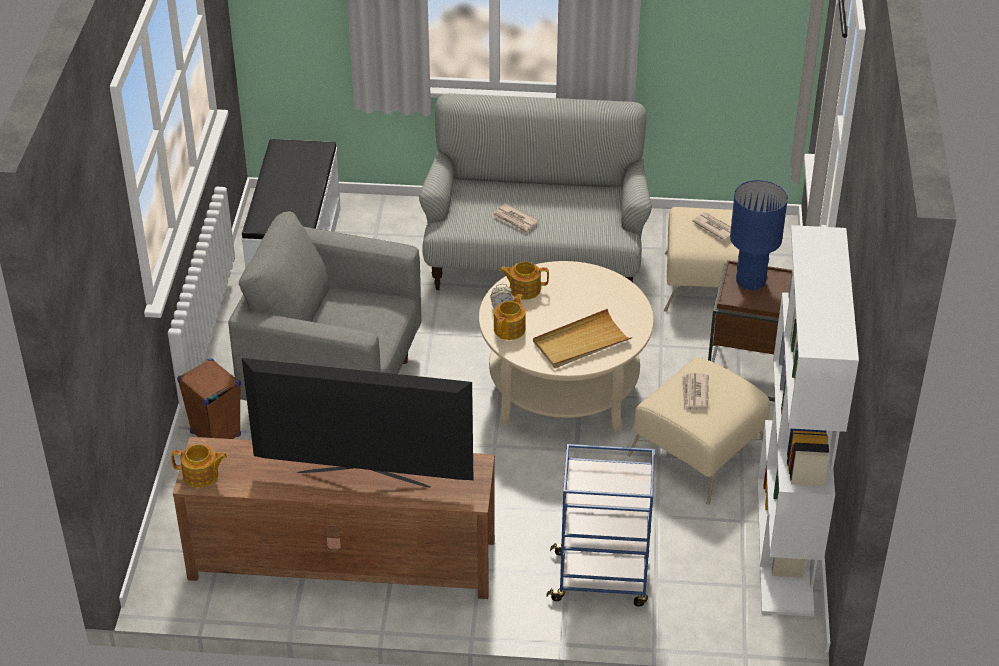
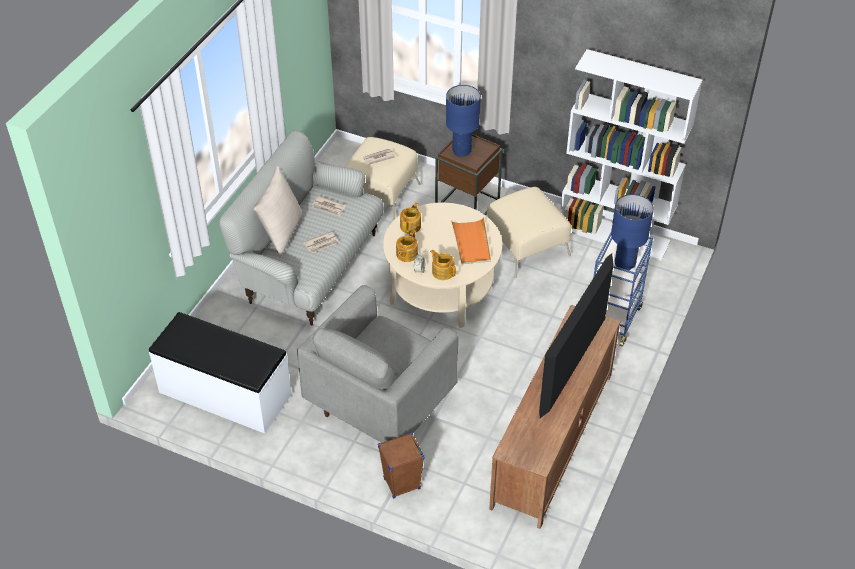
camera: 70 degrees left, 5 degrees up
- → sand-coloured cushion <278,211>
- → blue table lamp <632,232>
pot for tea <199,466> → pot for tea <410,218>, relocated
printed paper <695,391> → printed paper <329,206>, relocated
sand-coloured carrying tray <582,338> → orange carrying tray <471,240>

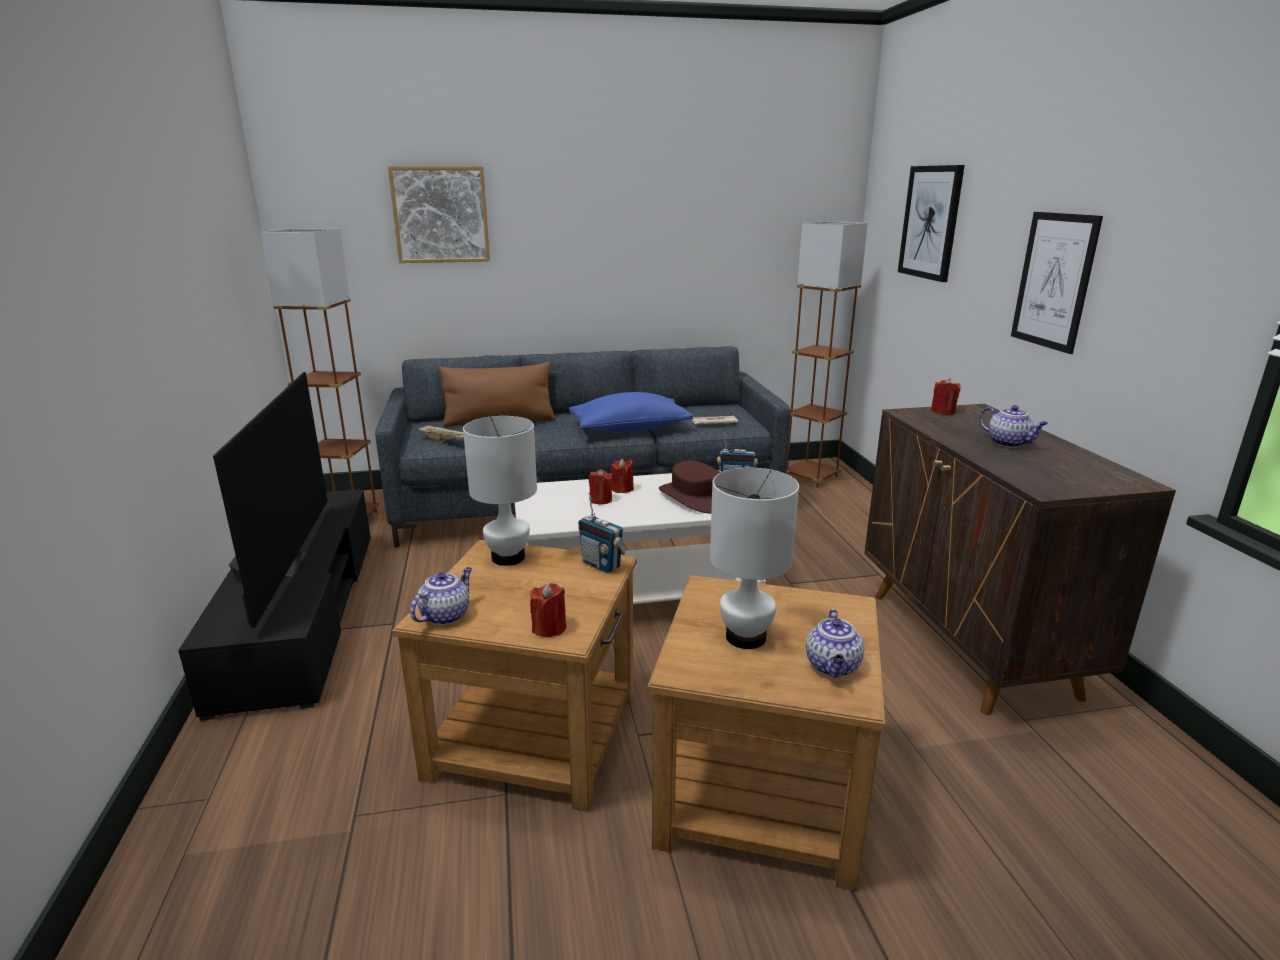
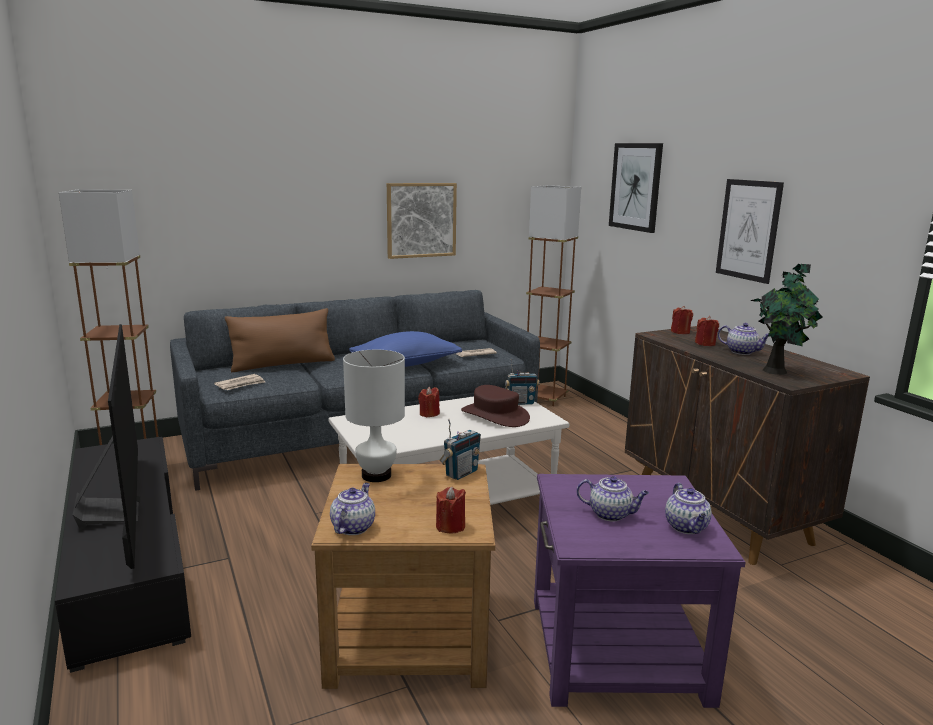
camera: 15 degrees left, 5 degrees down
- → houseplant <787,319>
picture <439,214> → picture <422,221>, relocated
reddish wax candle <600,486> → reddish wax candle <707,331>, relocated
sand-coloured carrying tray <441,433> → printed paper <239,382>
whitish table lamp <754,558> → pot for tea <613,499>
brown-coloured end table <766,733> → purple-coloured end table <640,591>
radio receiver <603,533> → radio receiver <460,449>, 75 degrees counterclockwise

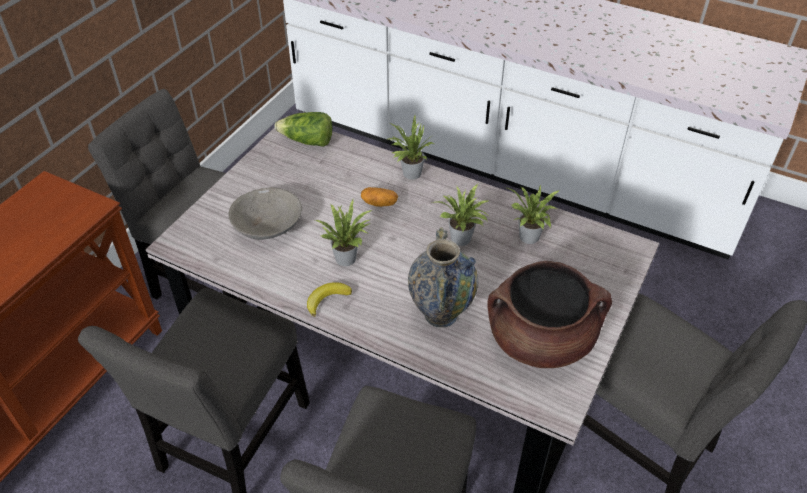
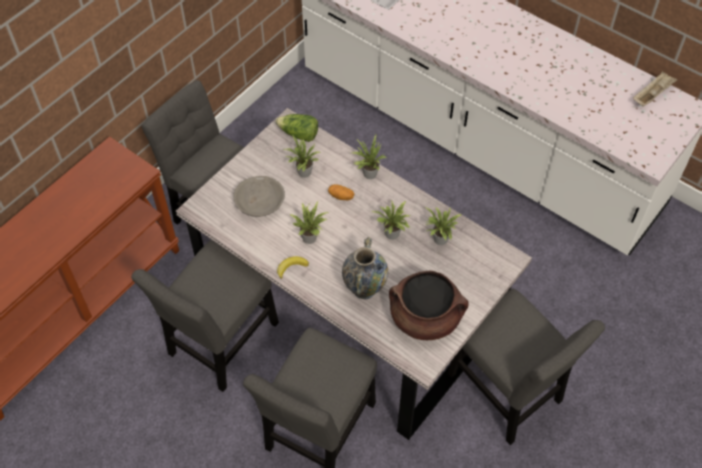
camera: 10 degrees right, 10 degrees up
- → houseplant <301,156>
- → sand-coloured carrying tray <655,89>

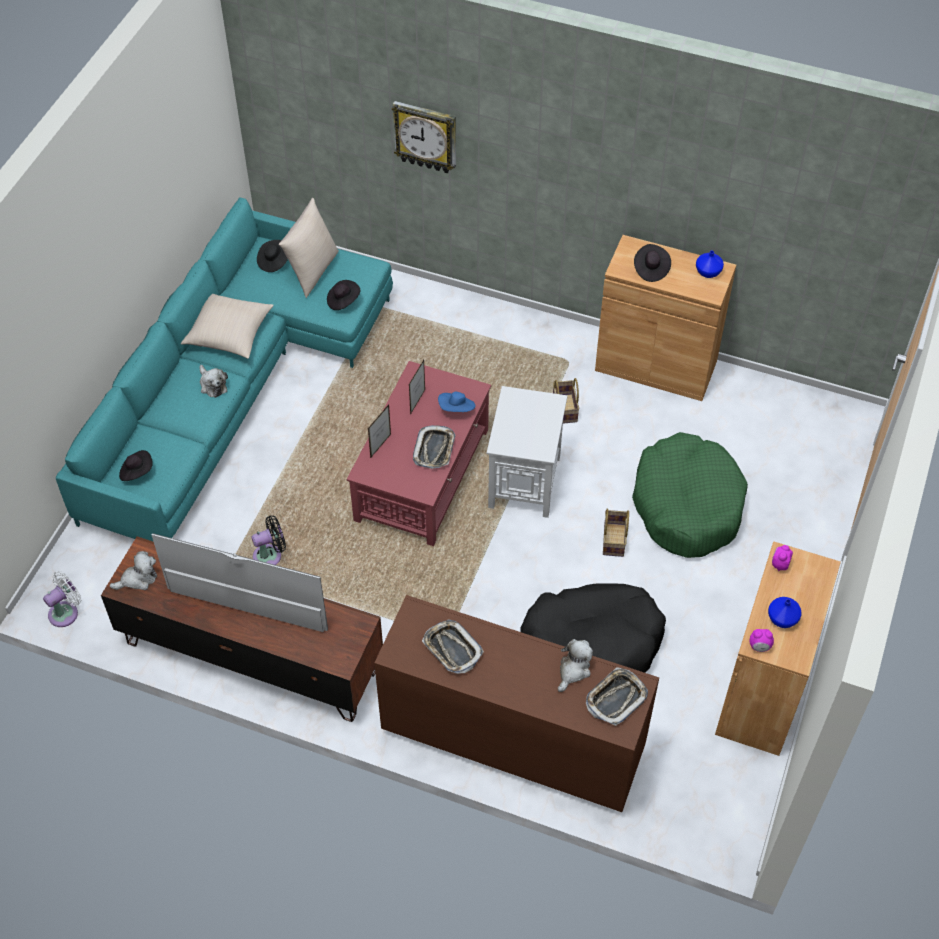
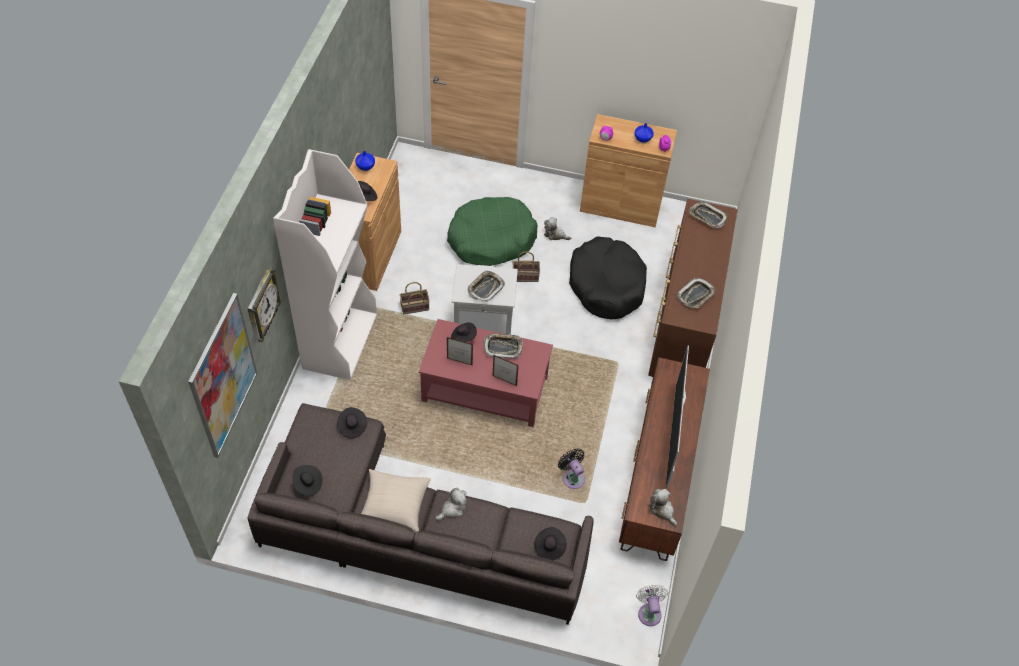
camera: 100 degrees left, 0 degrees up
sand-coloured cushion <309,248> → -
- → picture <222,375>
- → whitish shelving unit <325,264>
- → carrying tray <486,286>
cuddly toy <575,665> → cuddly toy <557,228>, relocated
turquoise-coloured couch <224,369> → grey couch <420,514>
blue hat <456,402> → blackish hat <464,332>
whitish electric fan <62,599> → whitish electric fan <652,605>, 45 degrees clockwise

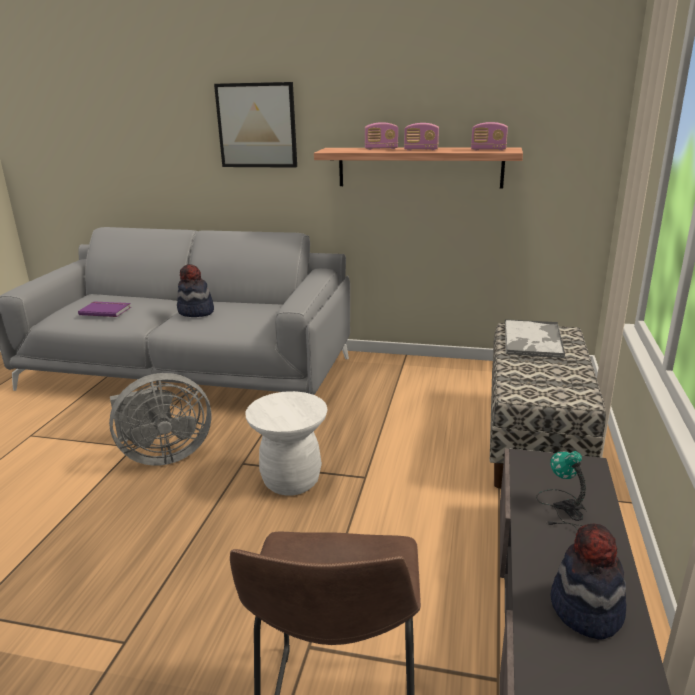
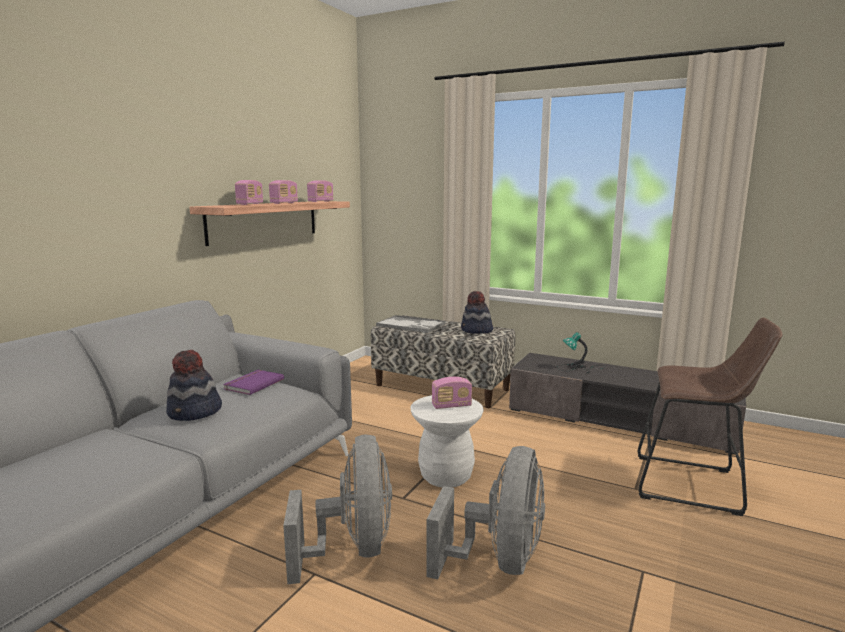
camera: 75 degrees left, 10 degrees down
picture <255,125> → -
- → grey electric fan <485,512>
- → radio receiver <452,393>
purple-coloured volume <104,309> → purple-coloured volume <253,382>, relocated
hat <588,582> → hat <477,312>, relocated

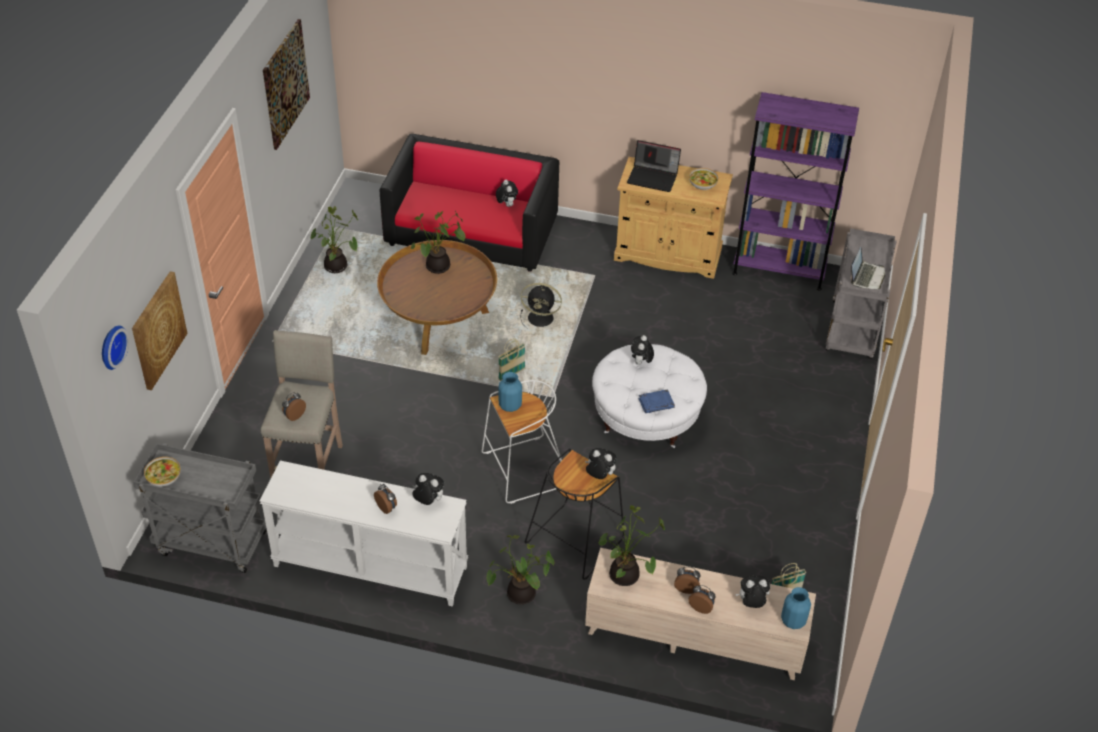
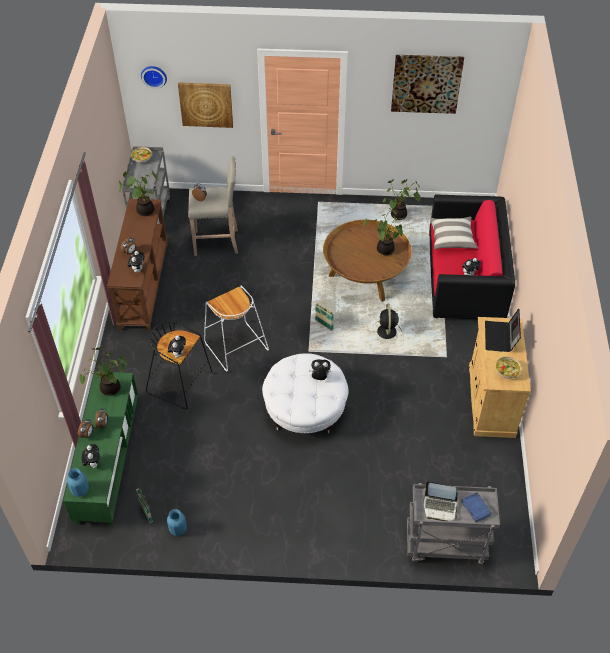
camera: 80 degrees right, 5 degrees up
purple-coloured shelving unit <795,191> → -
- → cushion <453,233>
houseplant <520,570> → houseplant <138,193>, relocated
blue vase <510,392> → blue vase <177,522>, relocated
blue volume <657,401> → blue volume <476,507>, relocated
whitish console table <364,533> → brown-coloured console table <137,265>
sand-coloured tv unit <700,614> → green-coloured tv unit <100,449>

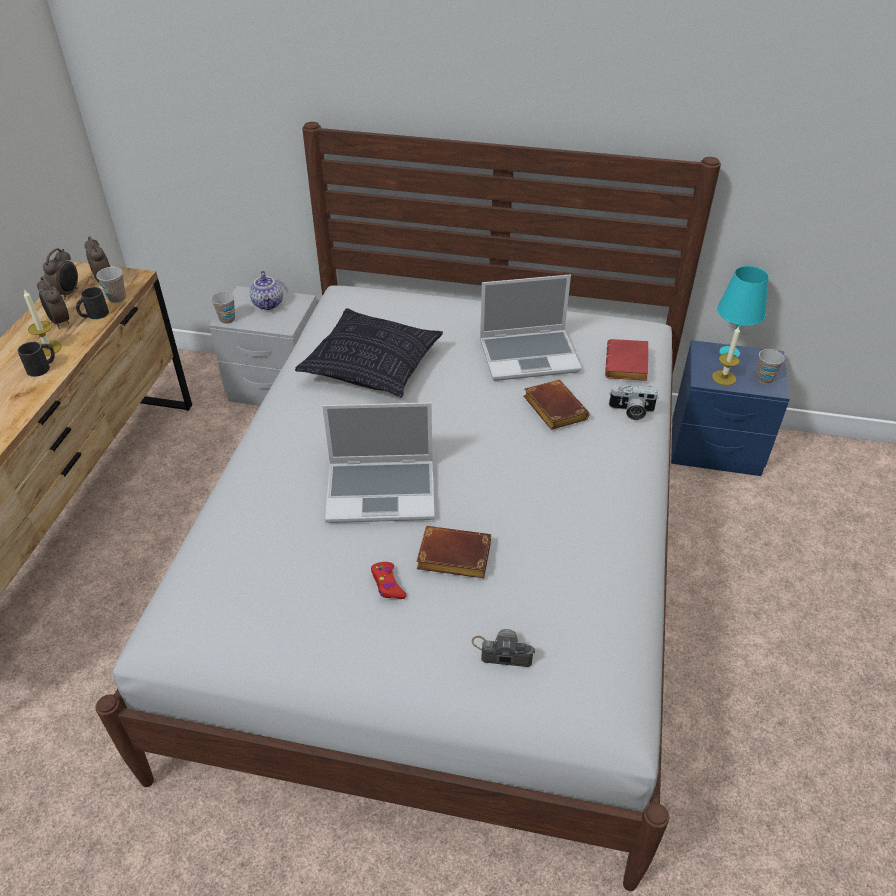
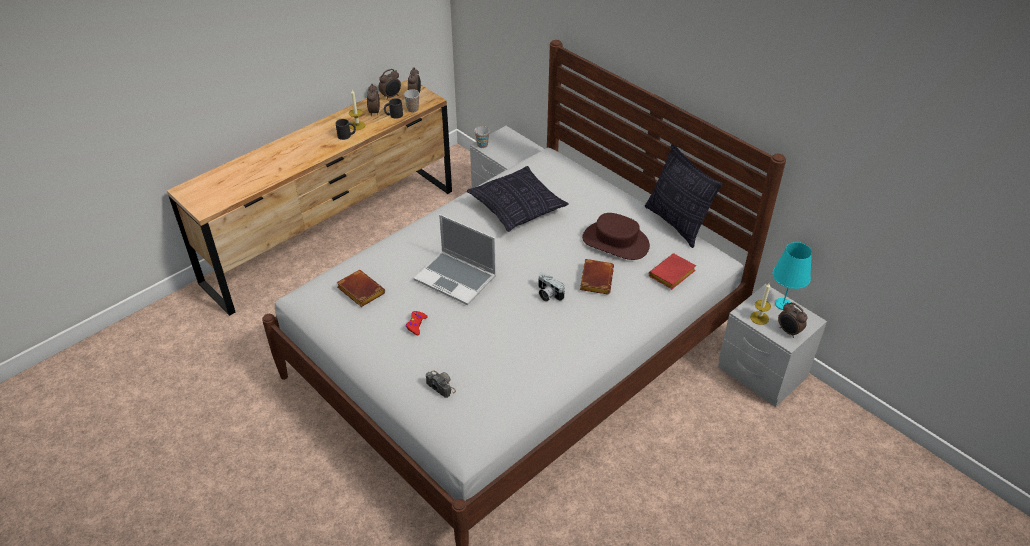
camera: 35 degrees right, 0 degrees up
pot for tea <266,290> → -
- → cushion <684,196>
brown-coloured volume <454,552> → brown-coloured volume <360,288>, relocated
still camera <634,402> → still camera <551,287>, relocated
portable computer <531,328> → brown-coloured hat <616,236>
cup <770,366> → table clock <792,320>
blue nightstand <730,408> → grey nightstand <772,345>

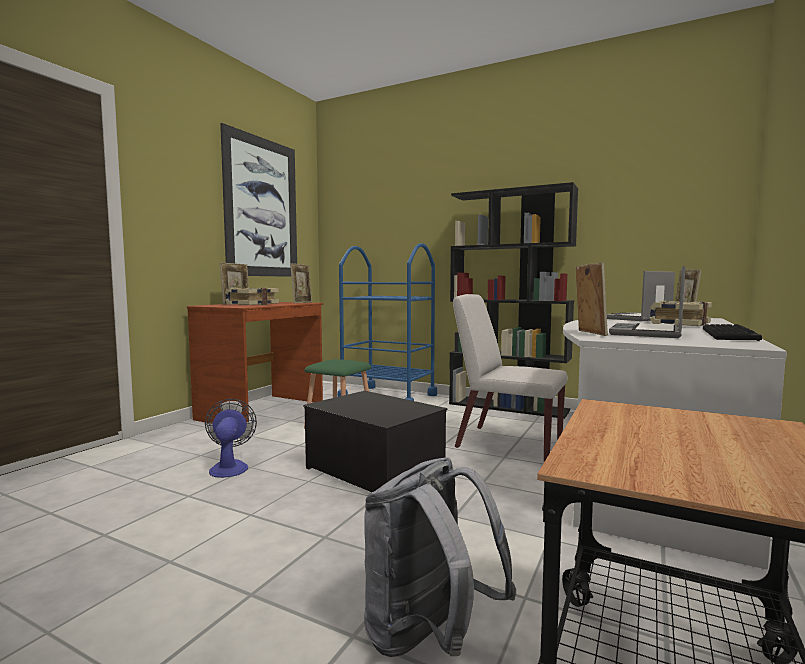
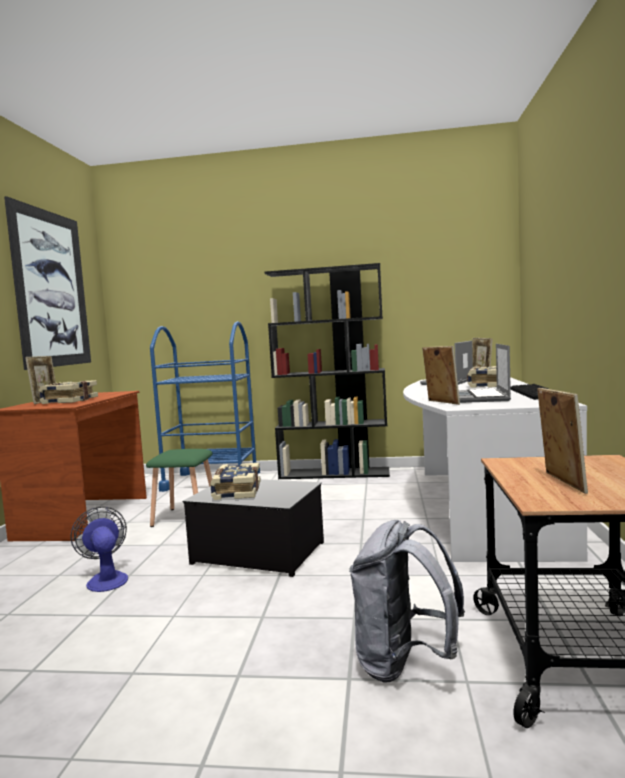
camera: 20 degrees left, 0 degrees up
whitish upright chair <510,378> → -
- → volume <235,481>
picture frame <301,283> → picture frame <562,441>, relocated

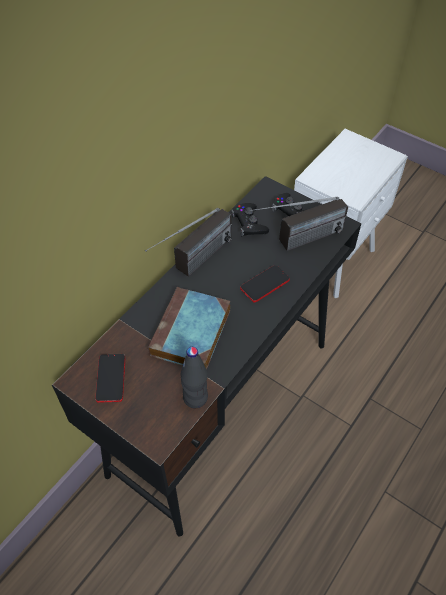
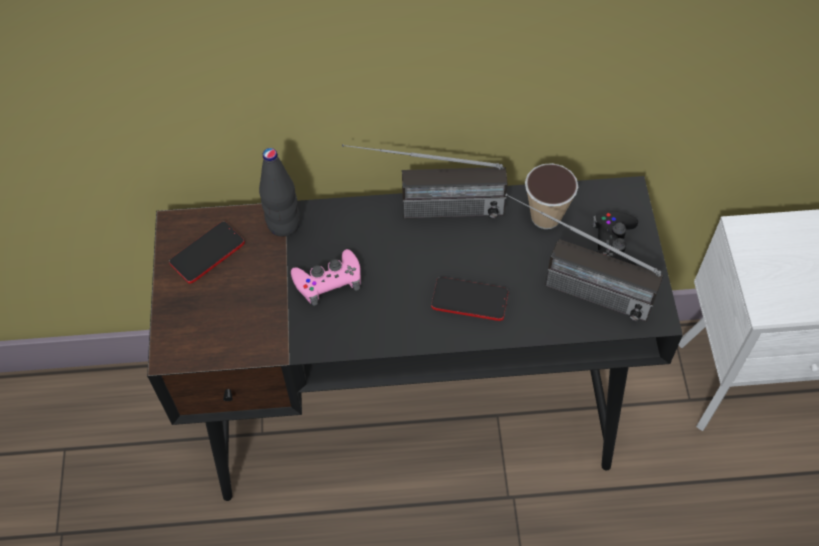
camera: 50 degrees right, 5 degrees up
blackish beverage bottle <194,377> → blackish beverage bottle <279,192>, relocated
volume <189,328> → pink-coloured joypad <326,277>
blackish joypad <250,219> → cup <551,196>

